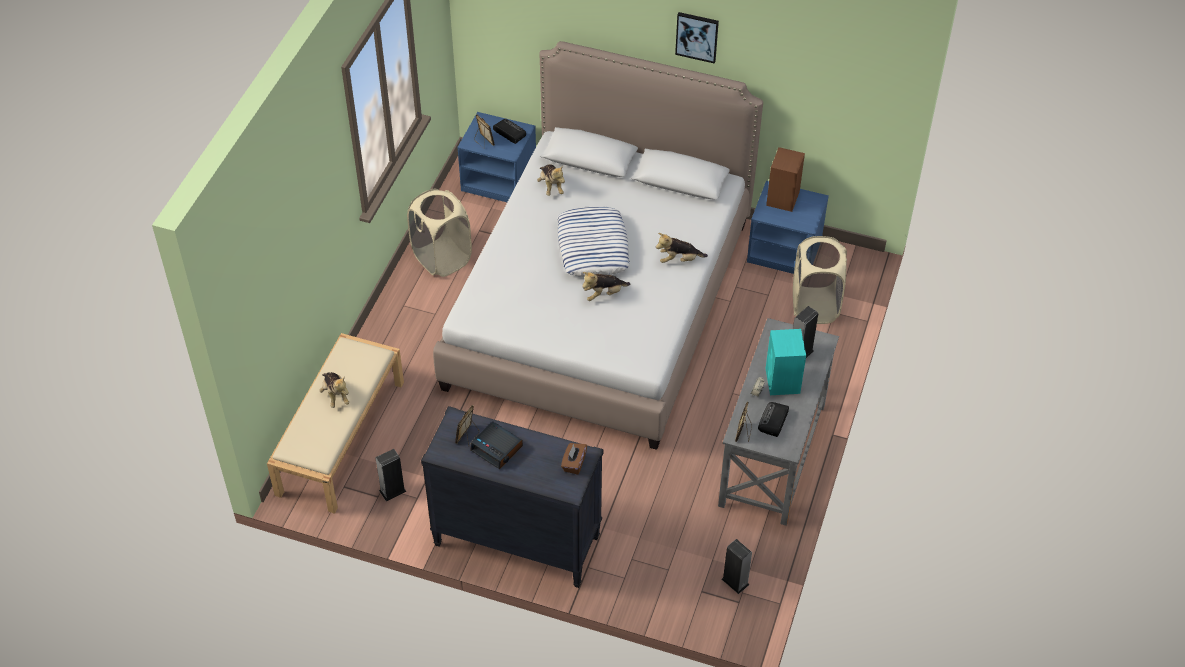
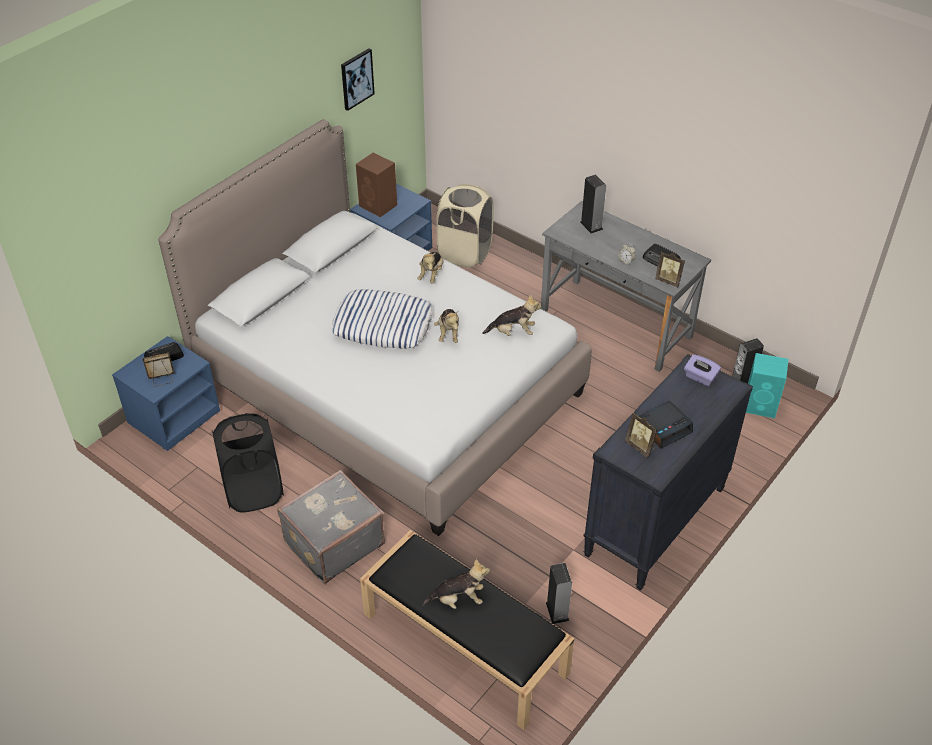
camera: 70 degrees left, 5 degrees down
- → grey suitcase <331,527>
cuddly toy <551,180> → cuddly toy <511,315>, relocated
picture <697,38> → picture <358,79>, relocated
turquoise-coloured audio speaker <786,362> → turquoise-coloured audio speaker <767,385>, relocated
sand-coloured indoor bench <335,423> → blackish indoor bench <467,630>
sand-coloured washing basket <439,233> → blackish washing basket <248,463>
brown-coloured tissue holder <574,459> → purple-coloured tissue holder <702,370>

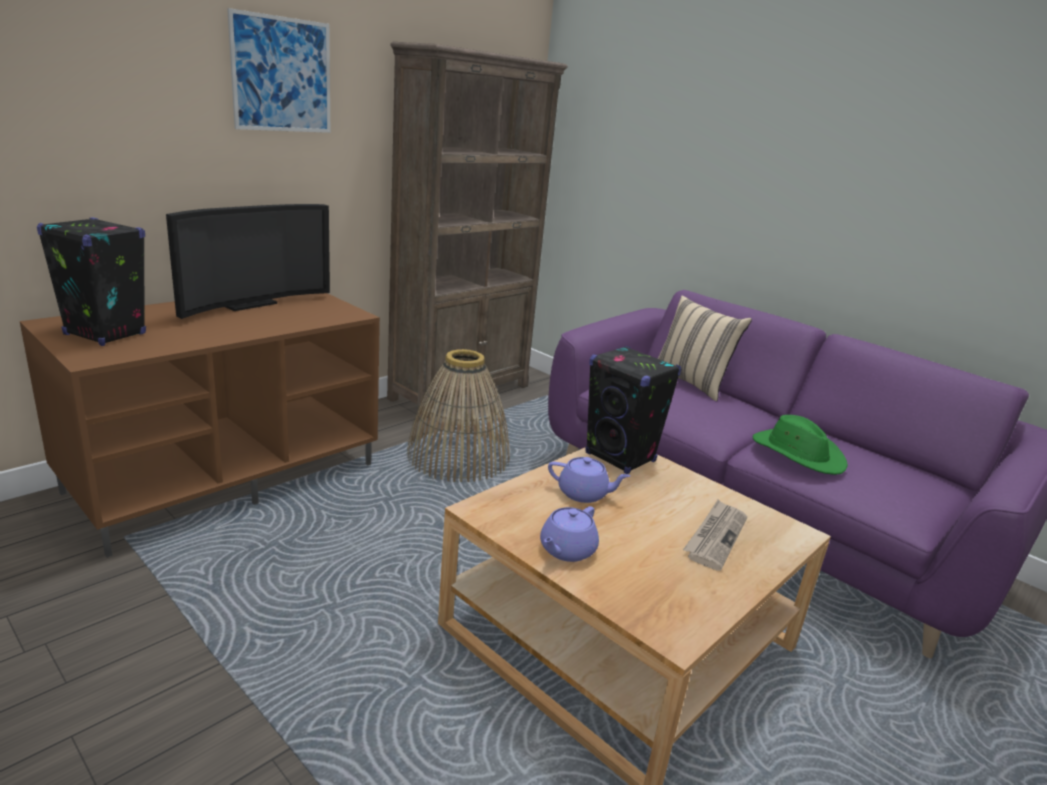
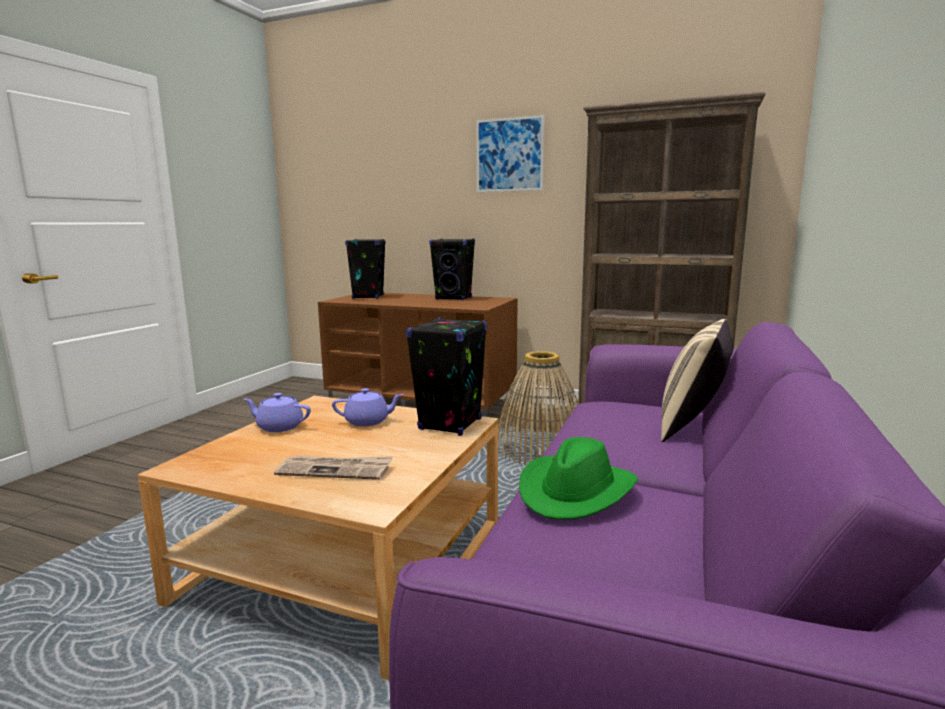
camera: 70 degrees right, 10 degrees down
TV set <248,261> → blackish audio speaker <452,269>
purple-coloured pot for tea <589,480> → purple-coloured pot for tea <368,407>, 90 degrees counterclockwise

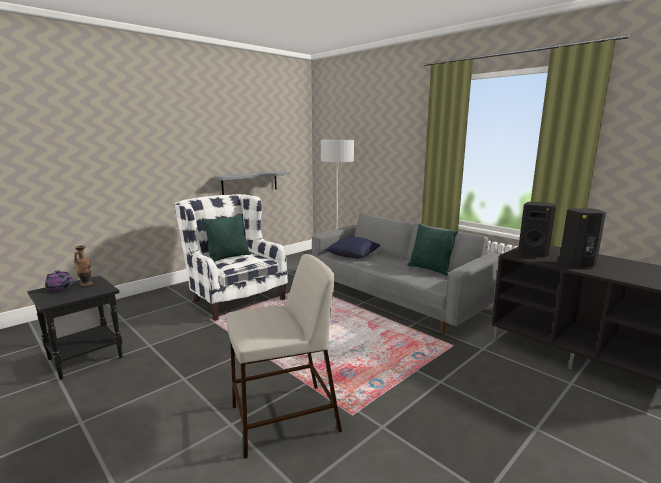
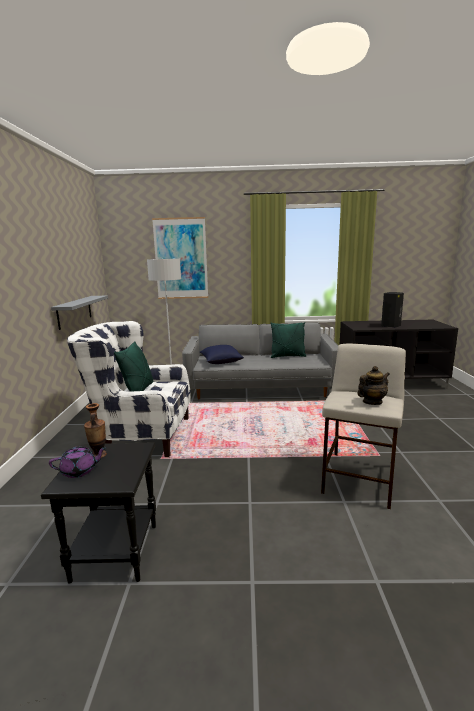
camera: 45 degrees left, 0 degrees up
blackish audio speaker <537,229> → -
- → picture <180,258>
- → pot for tea <374,385>

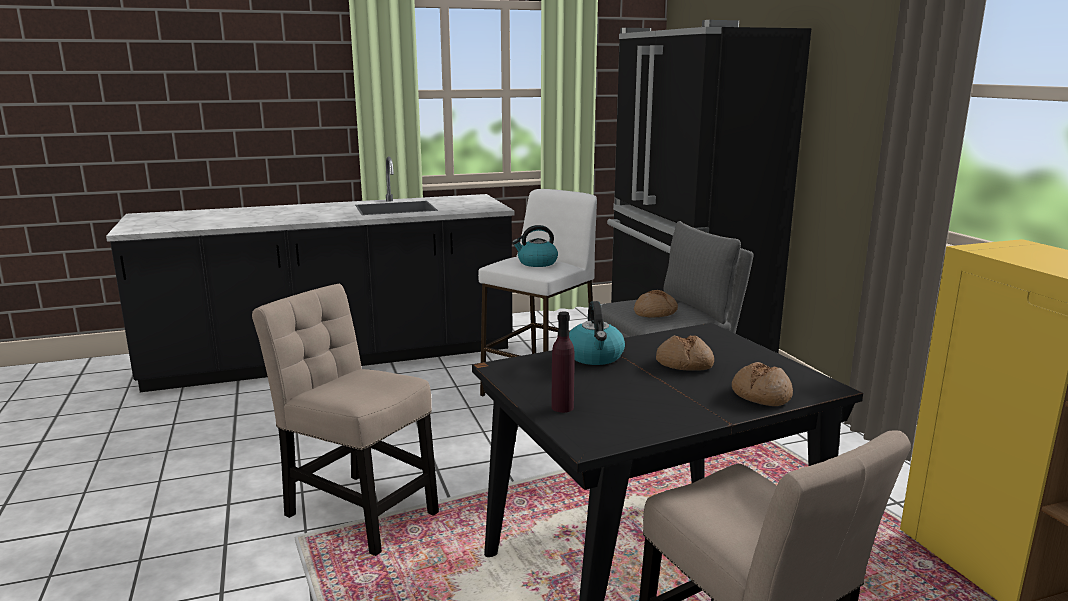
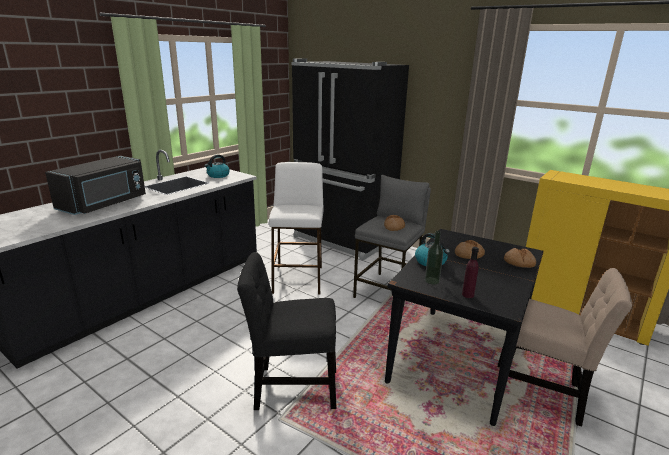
camera: 35 degrees left, 5 degrees up
- → blackish microwave <95,185>
- → beverage bottle <434,257>
water kettle <535,246> → water kettle <217,166>, relocated
sand-coloured upright chair <345,420> → blackish upright chair <286,331>

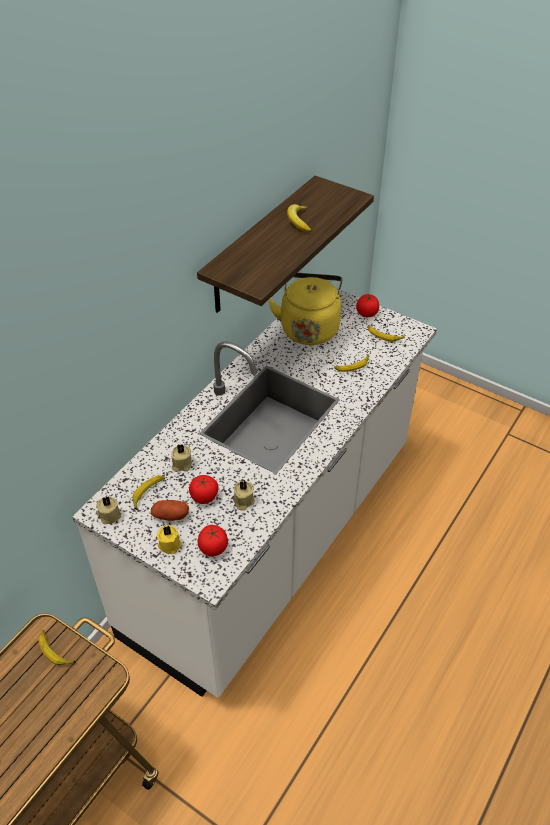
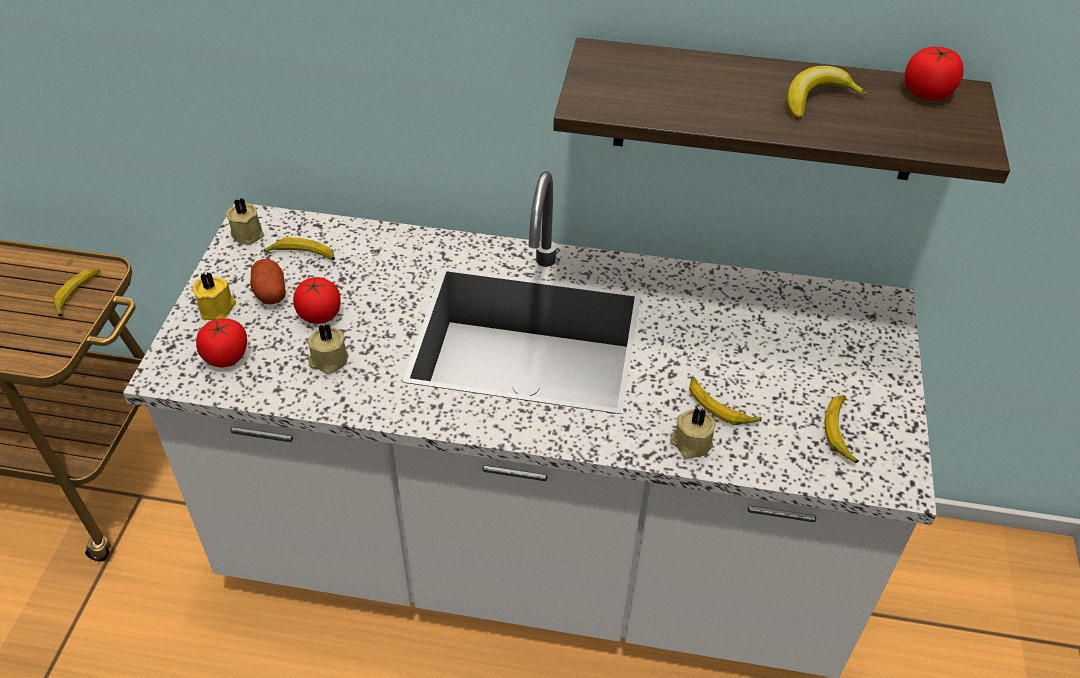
camera: 65 degrees right, 0 degrees up
yellow-coloured water kettle <305,309> → -
sand-coloured wax candle <181,458> → sand-coloured wax candle <693,433>, relocated
fresh tomato <367,305> → fresh tomato <934,74>, relocated

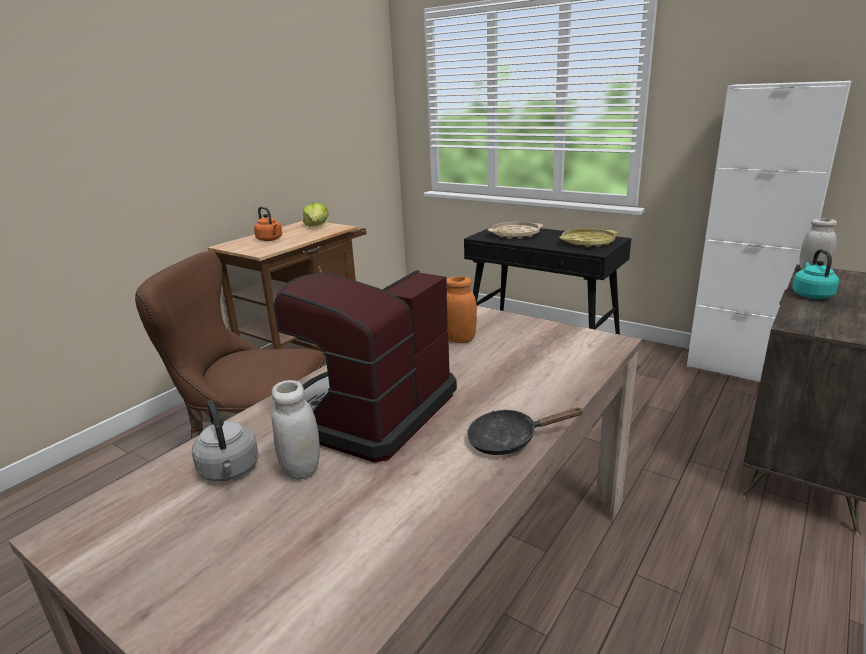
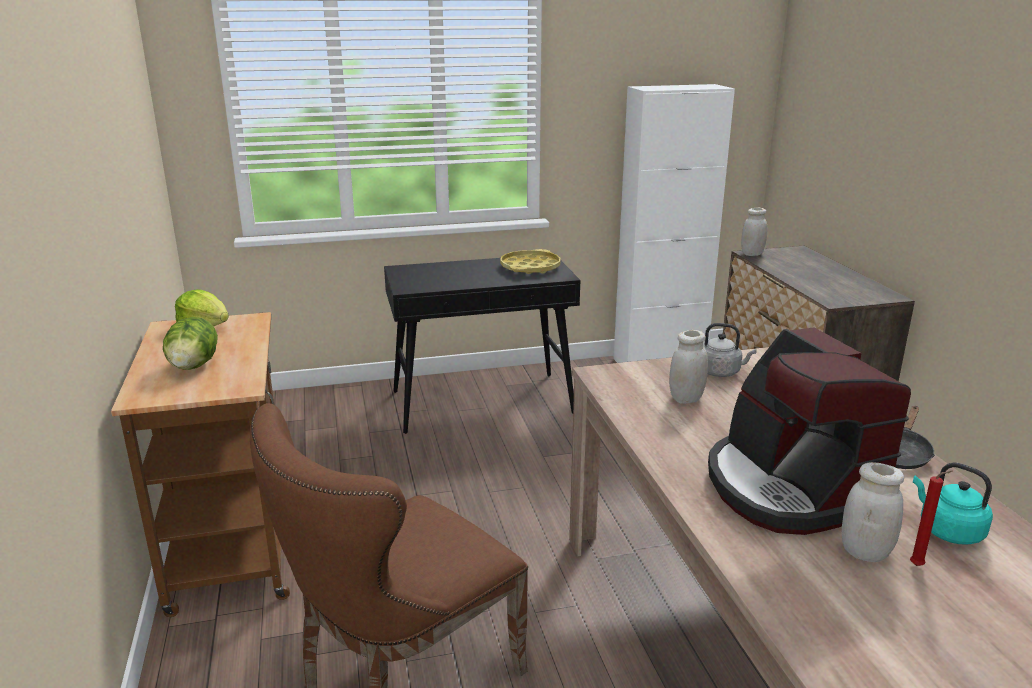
camera: 50 degrees left, 0 degrees up
sand-coloured carrying tray <515,230> → -
- → reddish wax candle <931,518>
grey water kettle <225,440> → grey water kettle <730,350>, relocated
turquoise-coloured water kettle <815,274> → turquoise-coloured water kettle <953,504>, relocated
orange water kettle <268,224> → lettuce <190,343>
orange jar <462,310> → whitish jar <688,367>

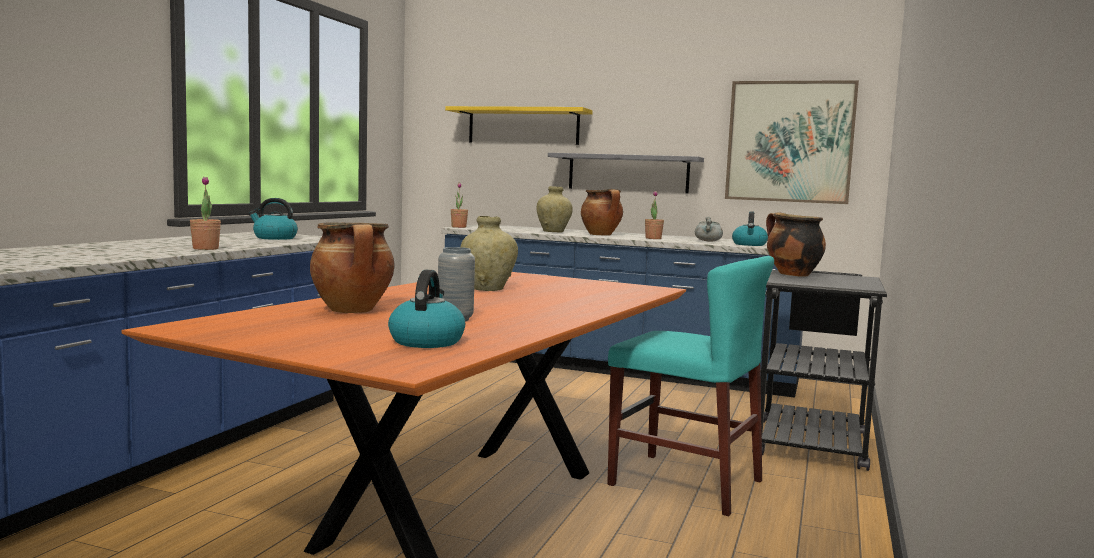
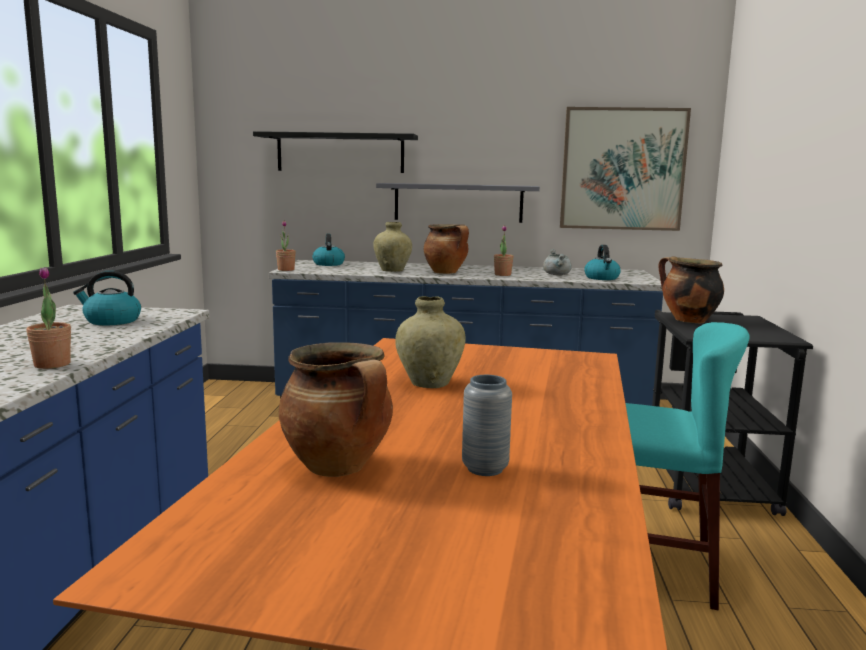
camera: 15 degrees left, 5 degrees up
water kettle <426,309> → water kettle <328,250>, relocated
yellow-coloured shelf <519,125> → blackish shelf <335,152>

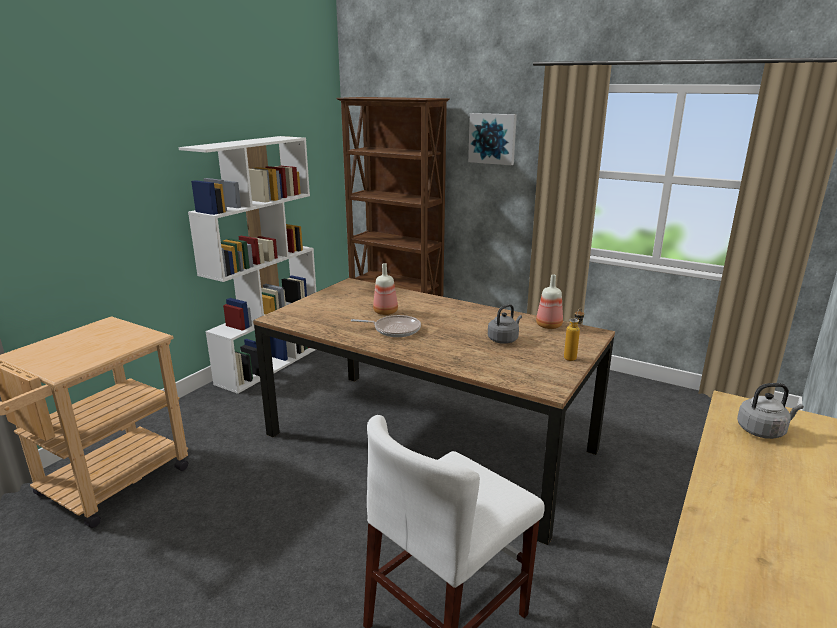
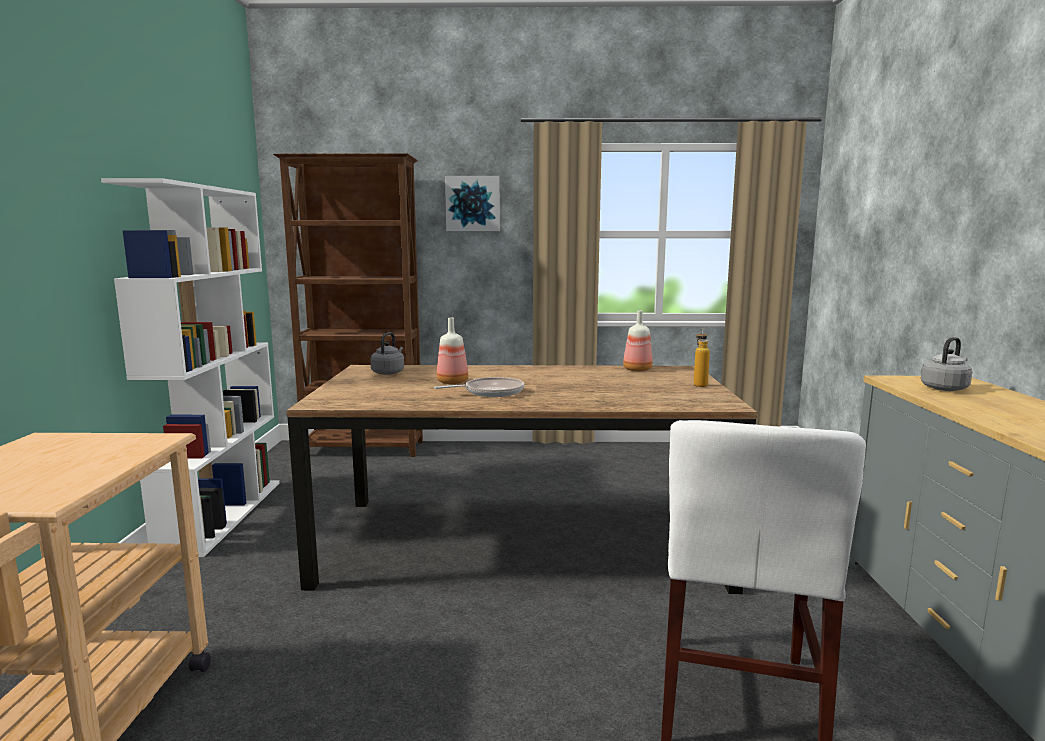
camera: 30 degrees left, 10 degrees down
grey water kettle <505,324> → grey water kettle <387,353>, relocated

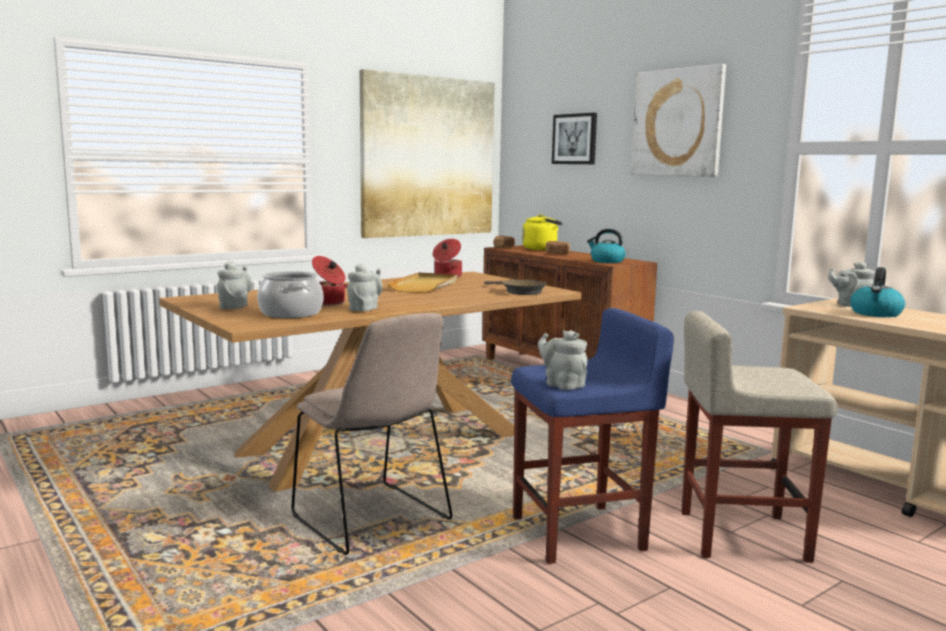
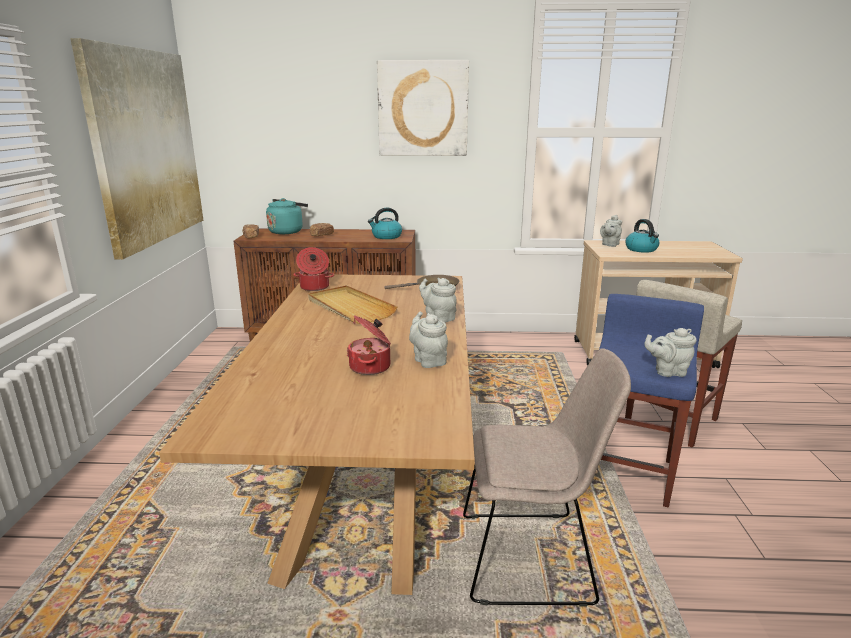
camera: 50 degrees left, 10 degrees up
saucepot <290,294> → -
picture <574,138> → -
grey pot for tea <234,285> → grey pot for tea <438,300>, relocated
yellow-coloured water kettle <542,232> → turquoise-coloured water kettle <287,216>

